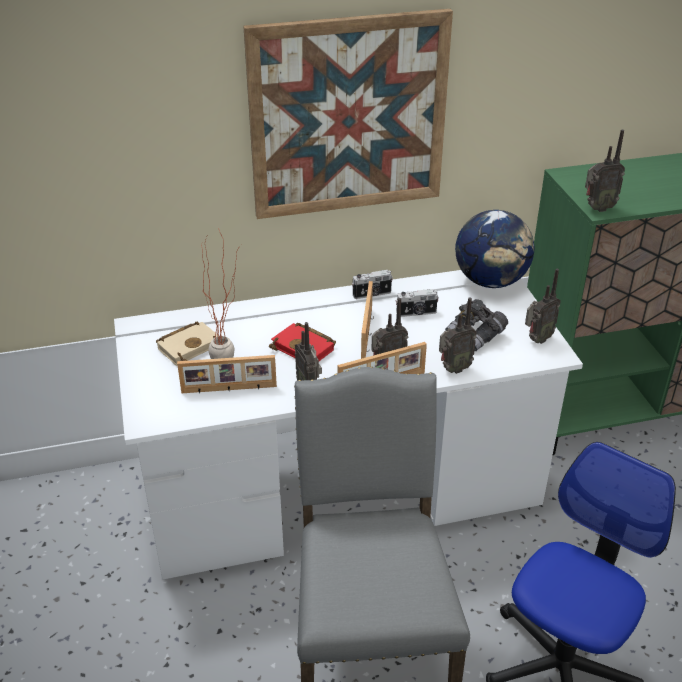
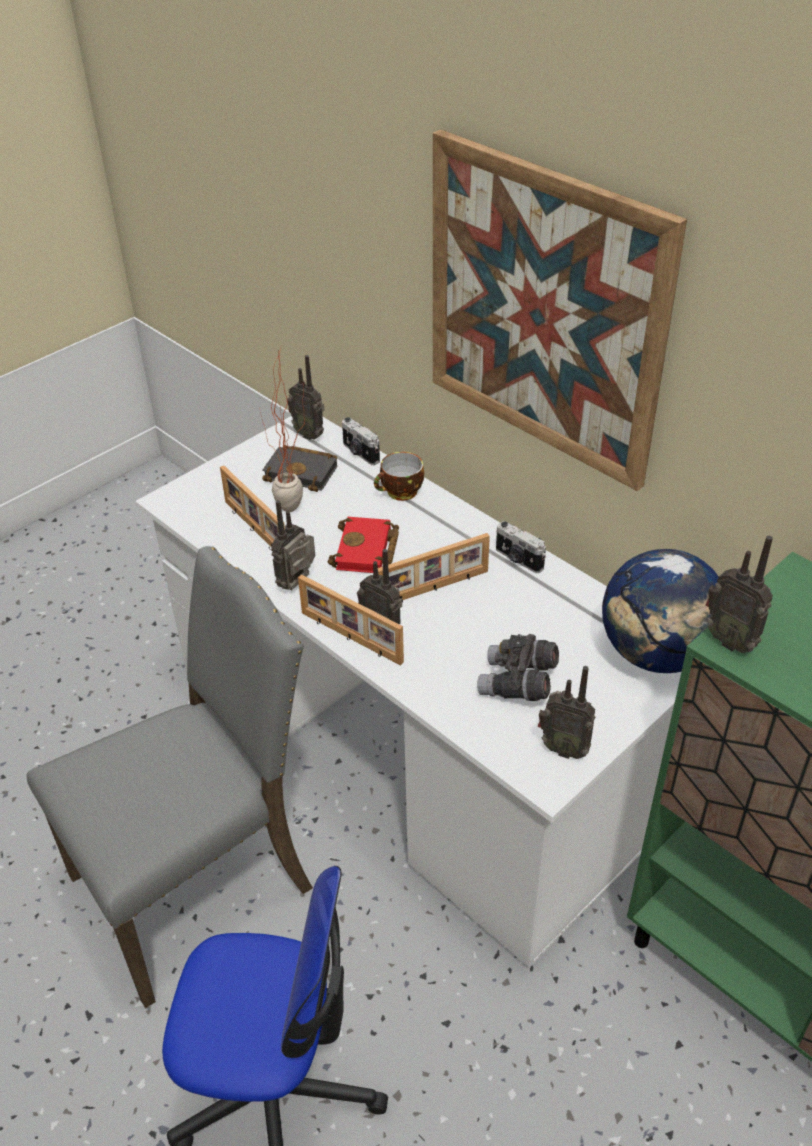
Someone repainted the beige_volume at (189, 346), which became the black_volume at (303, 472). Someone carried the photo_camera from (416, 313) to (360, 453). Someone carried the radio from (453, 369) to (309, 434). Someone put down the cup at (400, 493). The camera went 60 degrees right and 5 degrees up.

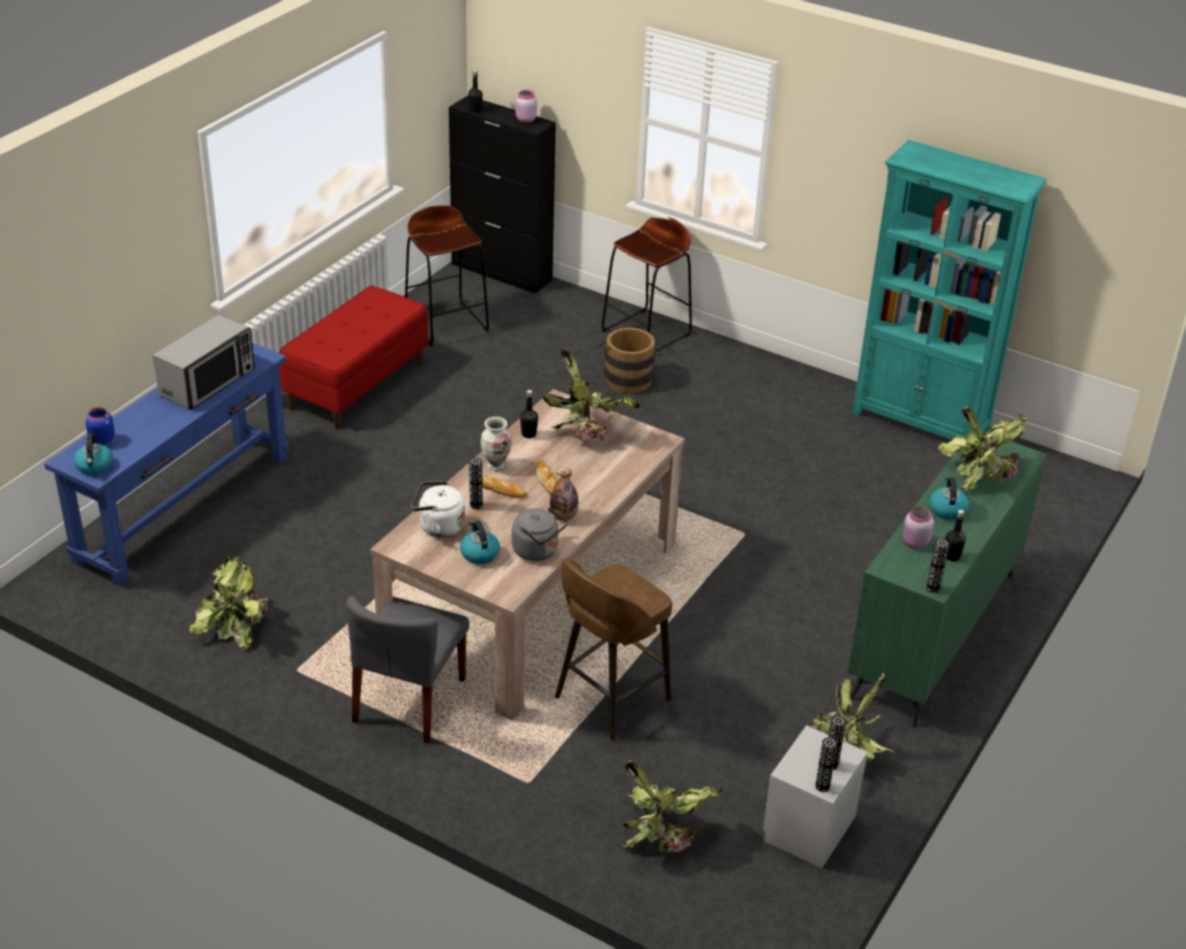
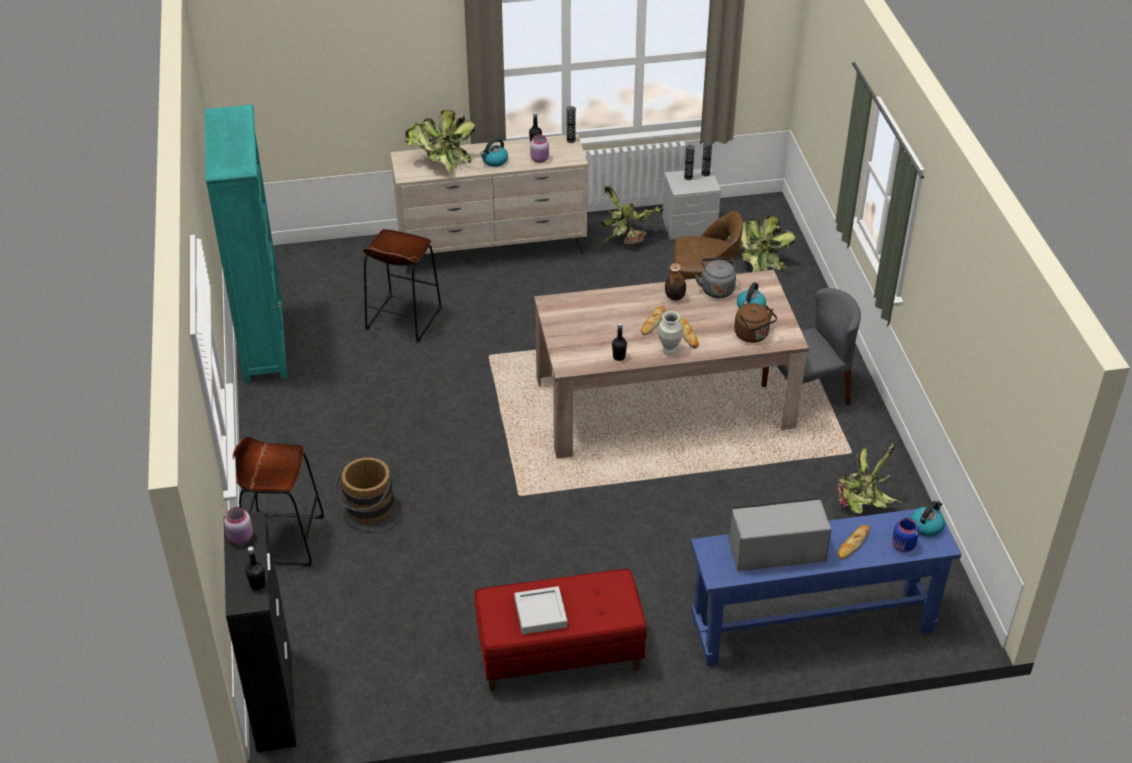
Someone carried the brown_stool from (446, 323) to (403, 319). Someone repainted the whitish_kettle at (438, 526), which became the brown_kettle at (753, 335). Someone took away the vase at (476, 505). Someone took away the plant_in_a_pot at (591, 433). Someone repainted the greenish_chest_of_drawers at (932, 635), which became the beige_chest_of_drawers at (493, 250). Someone put down the grey_carrying_tray at (540, 613). Someone put down the bread at (853, 544). The camera went 130 degrees left and 5 degrees up.

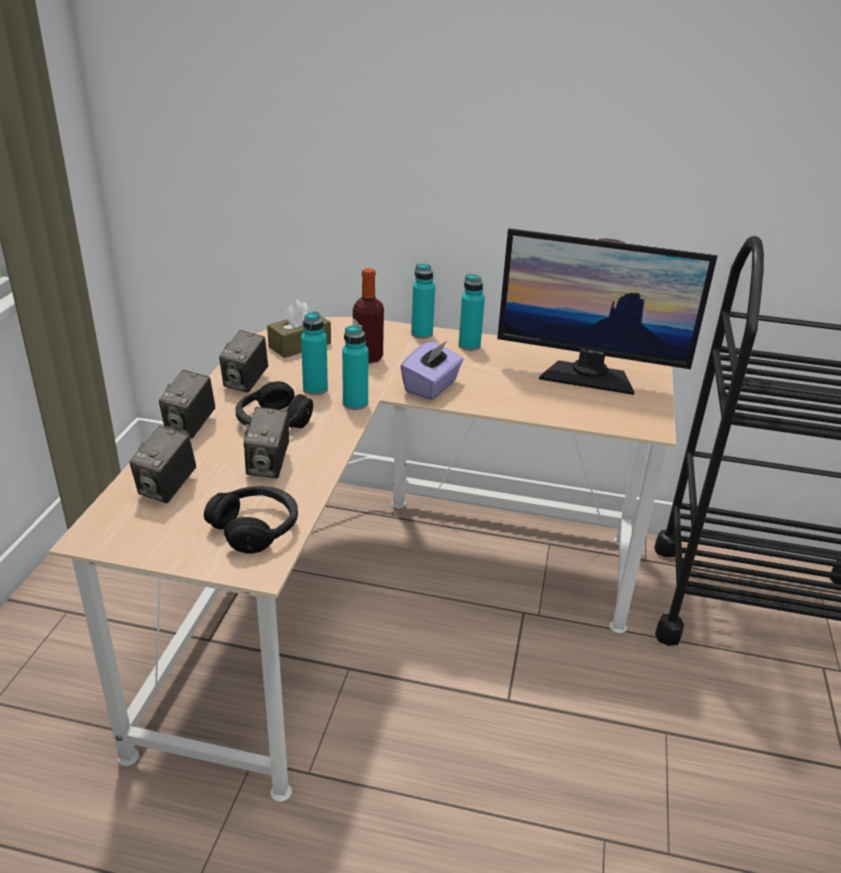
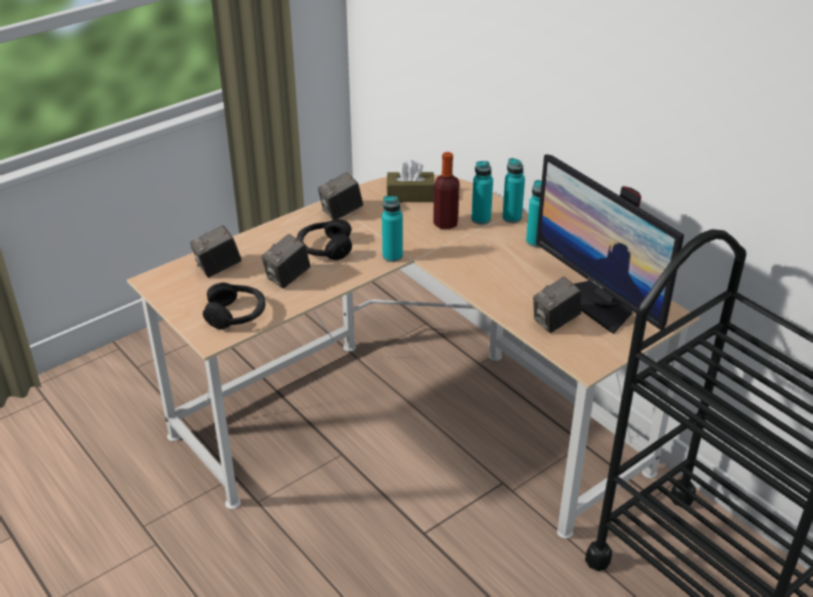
Someone carried the photo_camera from (190, 426) to (555, 322). Someone carried the turquoise-coloured_bottle from (315, 389) to (481, 219). Someone took away the purplish_tissue_holder at (431, 387). The camera went 40 degrees right and 5 degrees up.

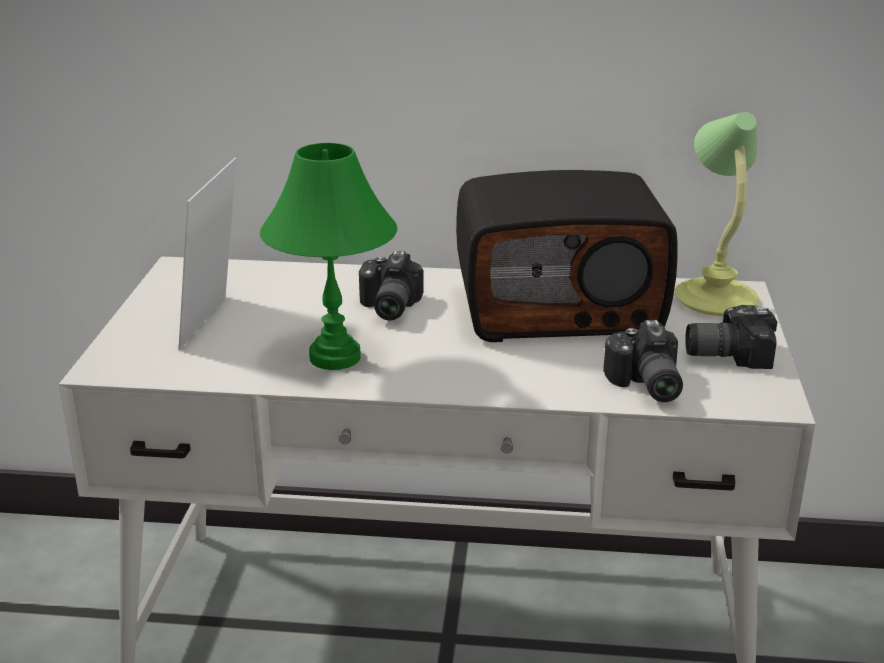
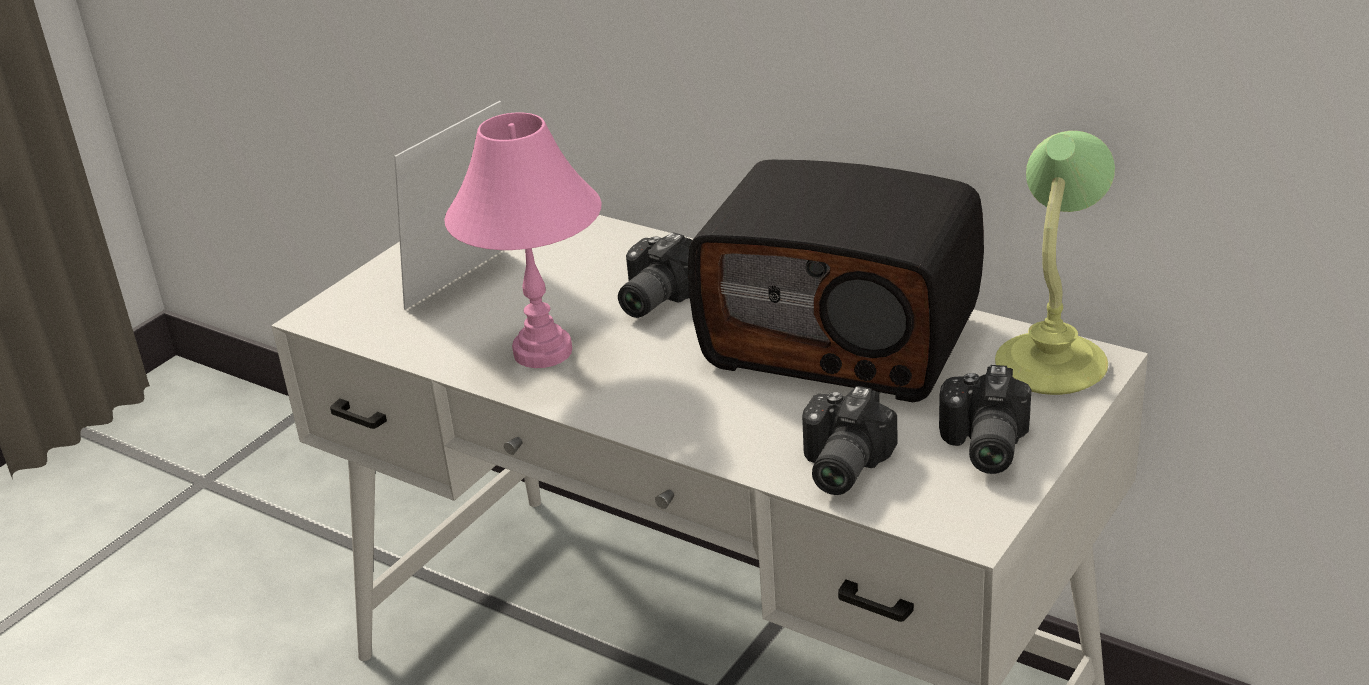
Someone repainted the greenish_tabletop_lamp at (335, 356), which became the pinkish_tabletop_lamp at (543, 351). Someone rotated the photo_camera at (725, 353) by 105 degrees counterclockwise. The camera went 30 degrees right and 5 degrees up.

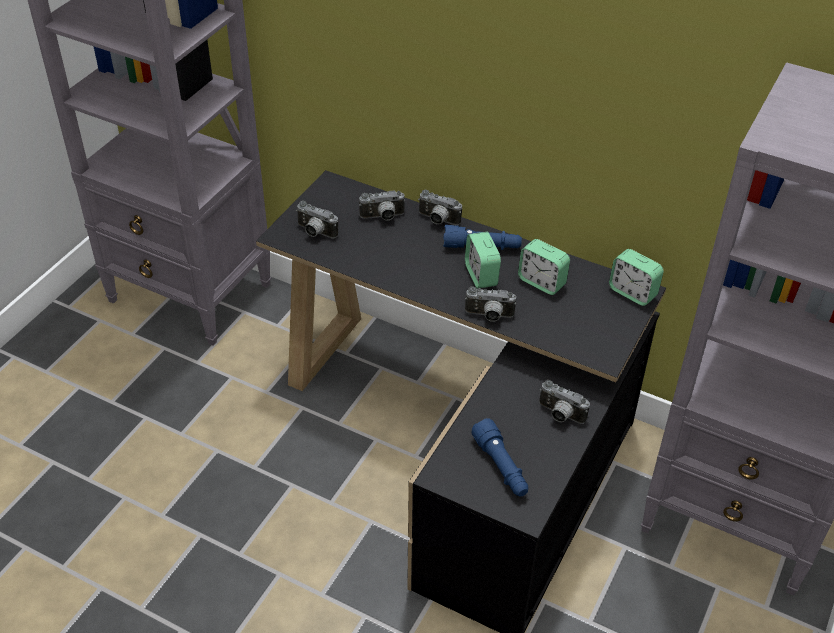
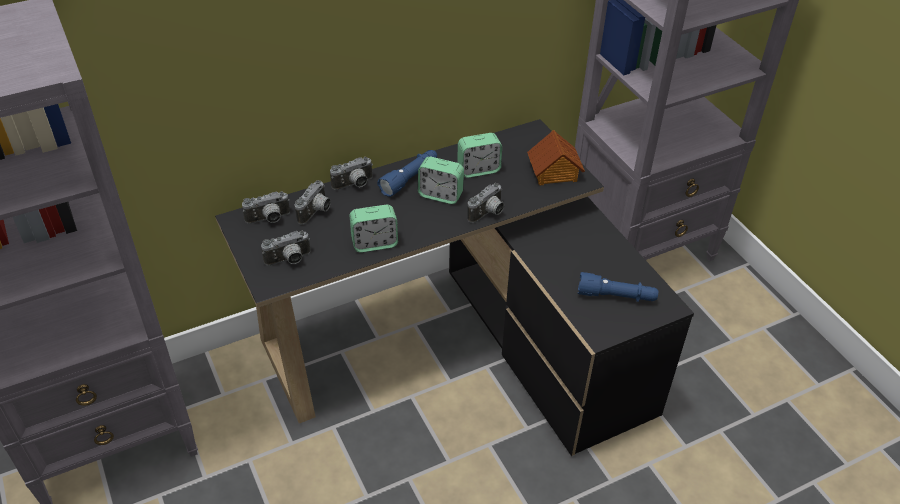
Someone carried the photo_camera from (559, 415) to (269, 220). Someone carried the table_clock from (632, 292) to (374, 243). Someone put down the model_house at (554, 172). The camera went 55 degrees left and 0 degrees up.

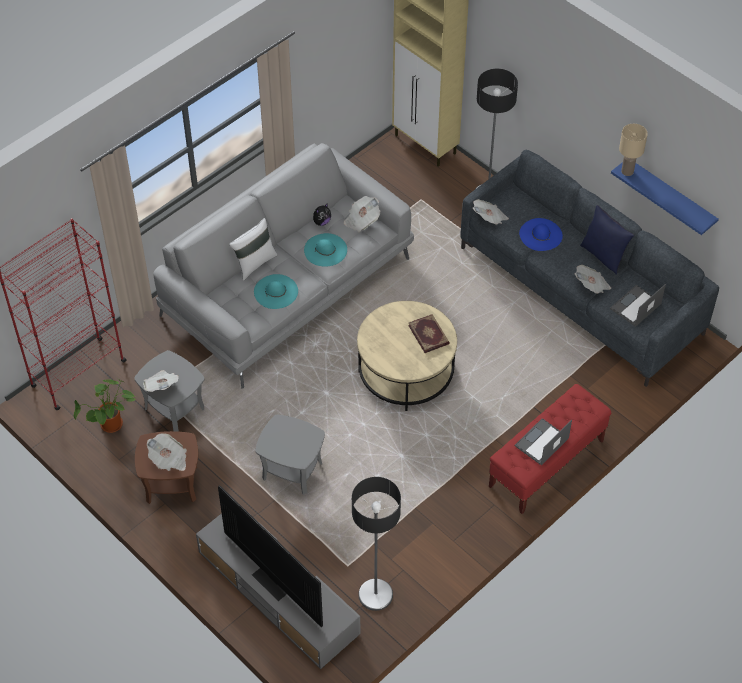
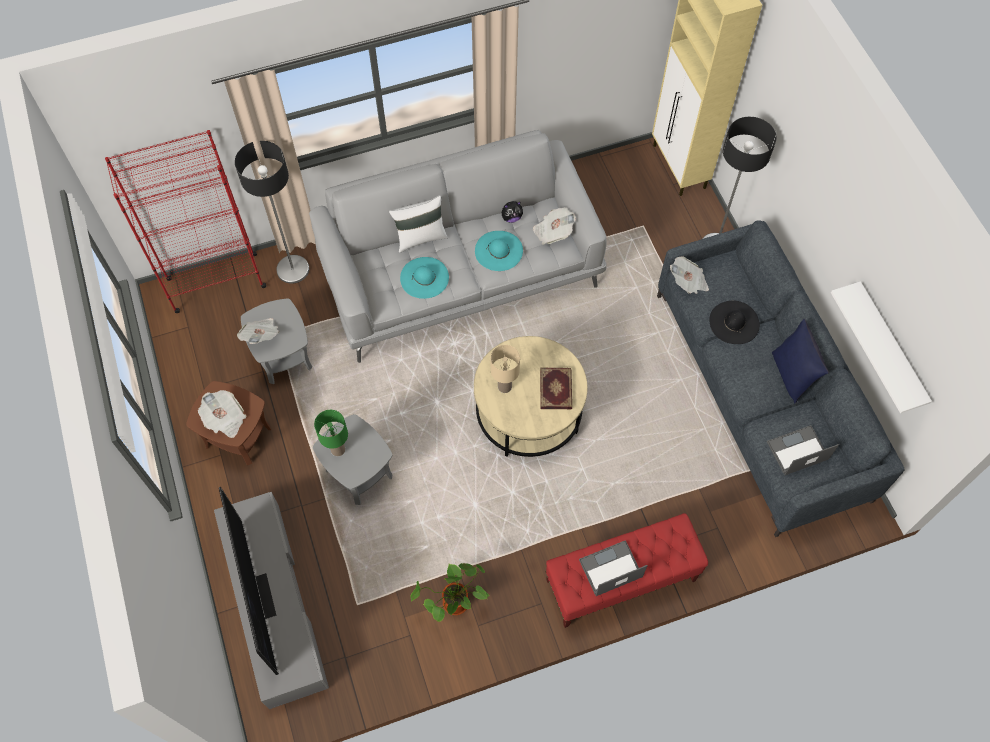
Someone carried the plant_in_a_pot from (111, 427) to (454, 605). Someone carried the standard_lamp from (375, 595) to (292, 269). Someone repainted the blue-coloured_clothing_hat at (540, 235), which became the black_clothing_hat at (734, 322). Someone took away the newspaper at (591, 286). Someone repainted the blue-coloured_wall_shelf at (670, 197), which became the whitish_wall_shelf at (889, 348). Someone carried the beige_tabletop_lamp from (627, 172) to (504, 387). Someone put down the greenish_tabletop_lamp at (337, 450). The camera went 25 degrees right and 10 degrees up.

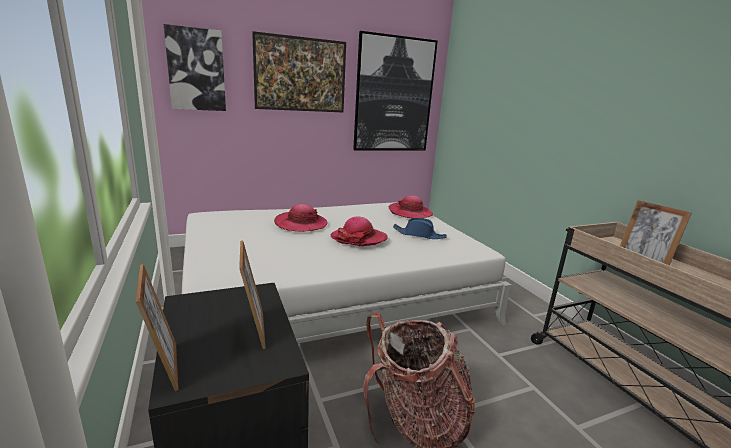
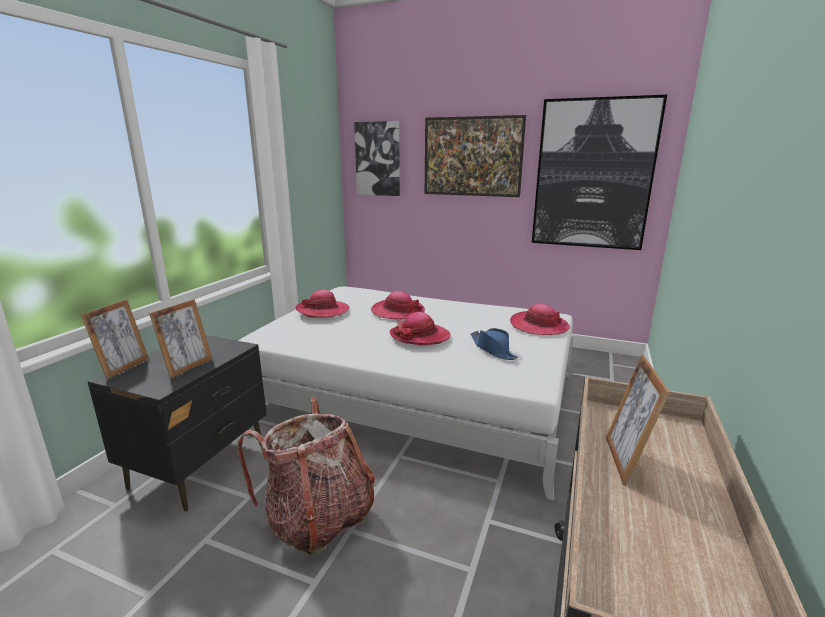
Someone put down the clothing_hat at (322, 310). The camera went 45 degrees right and 0 degrees up.

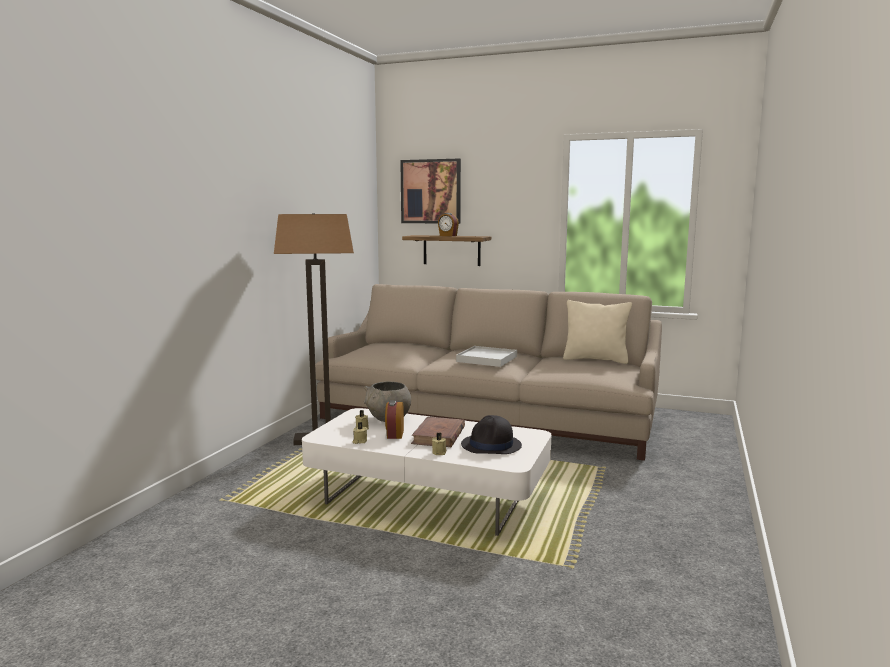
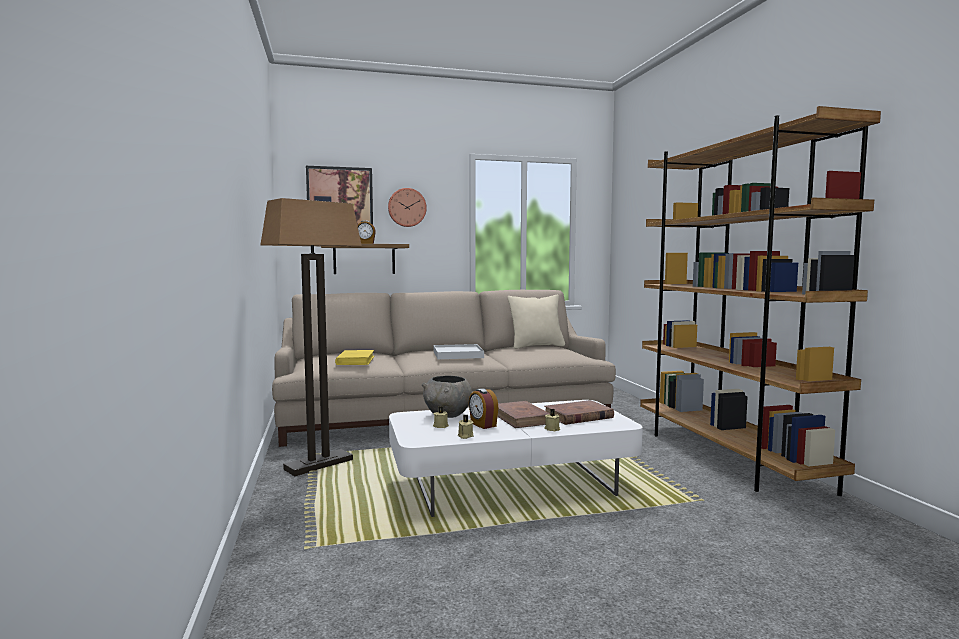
Someone swapped the black_clothing_hat at (491, 446) for the brown_volume at (577, 416). Someone put down the yellow-coloured_volume at (355, 360). Someone put up the clock_on_the_wall at (407, 207). Someone put down the brown_shelving_unit at (727, 457). The camera went 35 degrees left and 5 degrees down.

